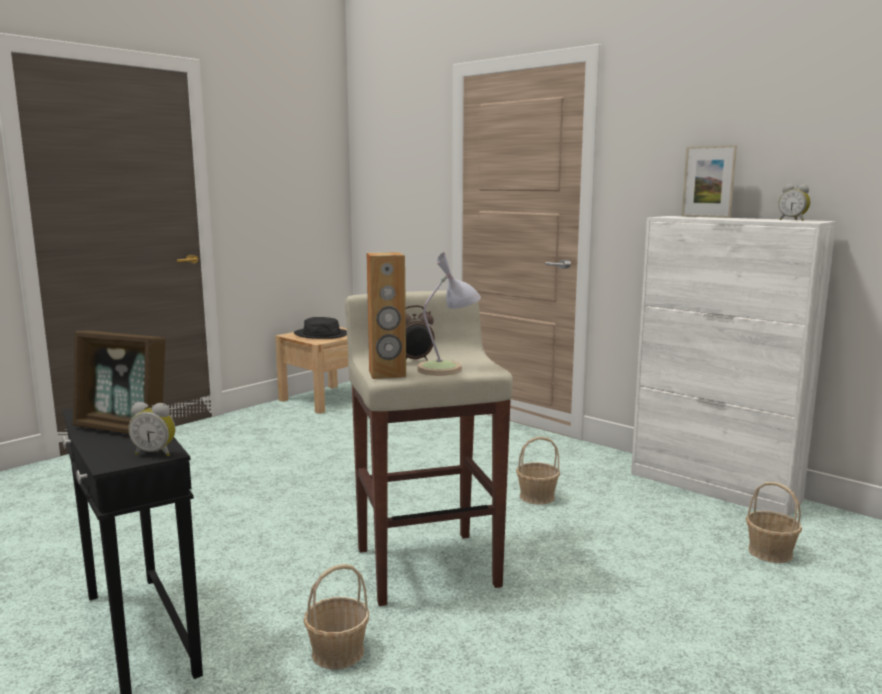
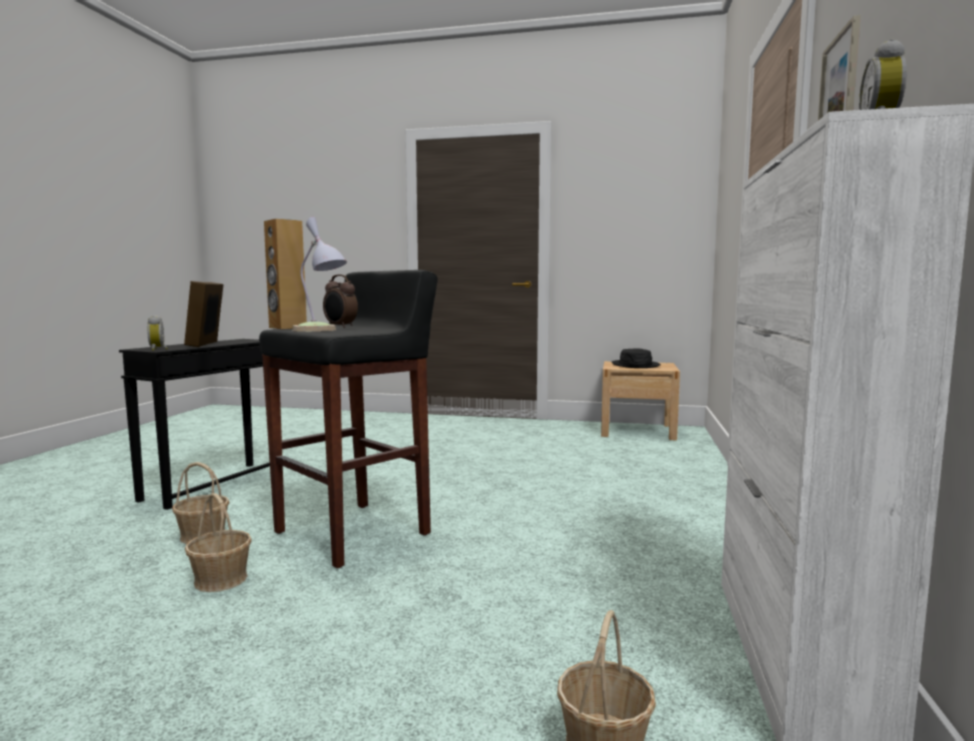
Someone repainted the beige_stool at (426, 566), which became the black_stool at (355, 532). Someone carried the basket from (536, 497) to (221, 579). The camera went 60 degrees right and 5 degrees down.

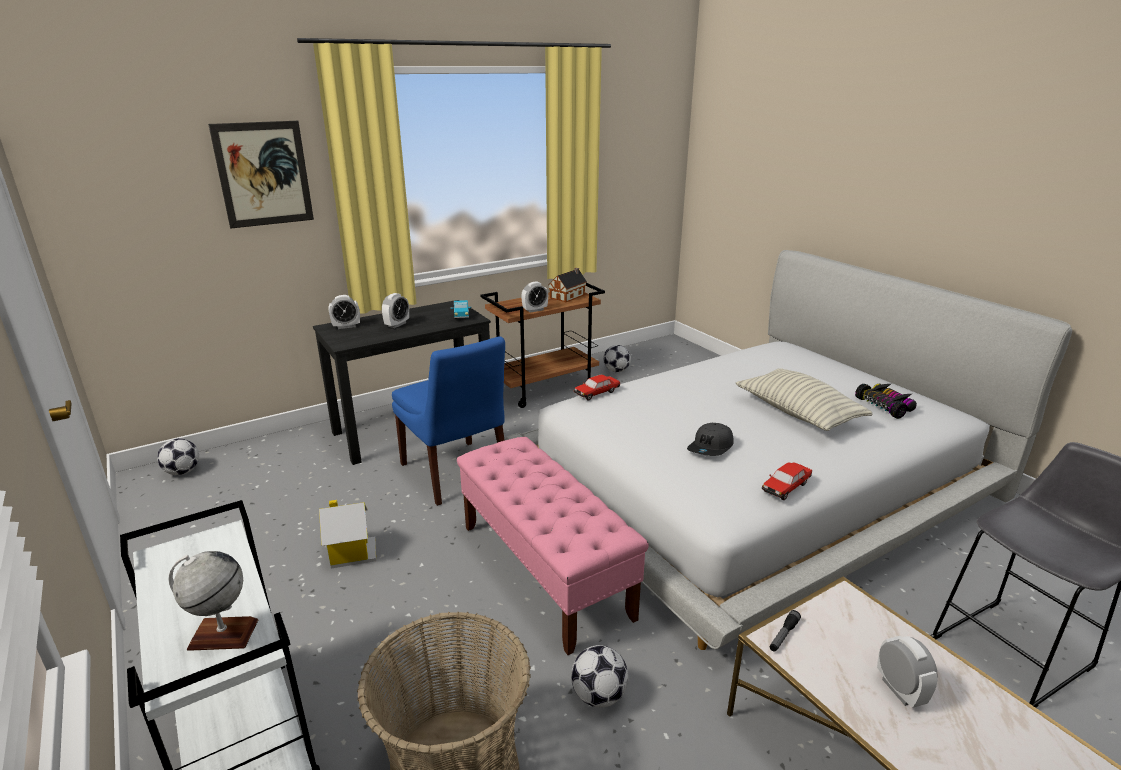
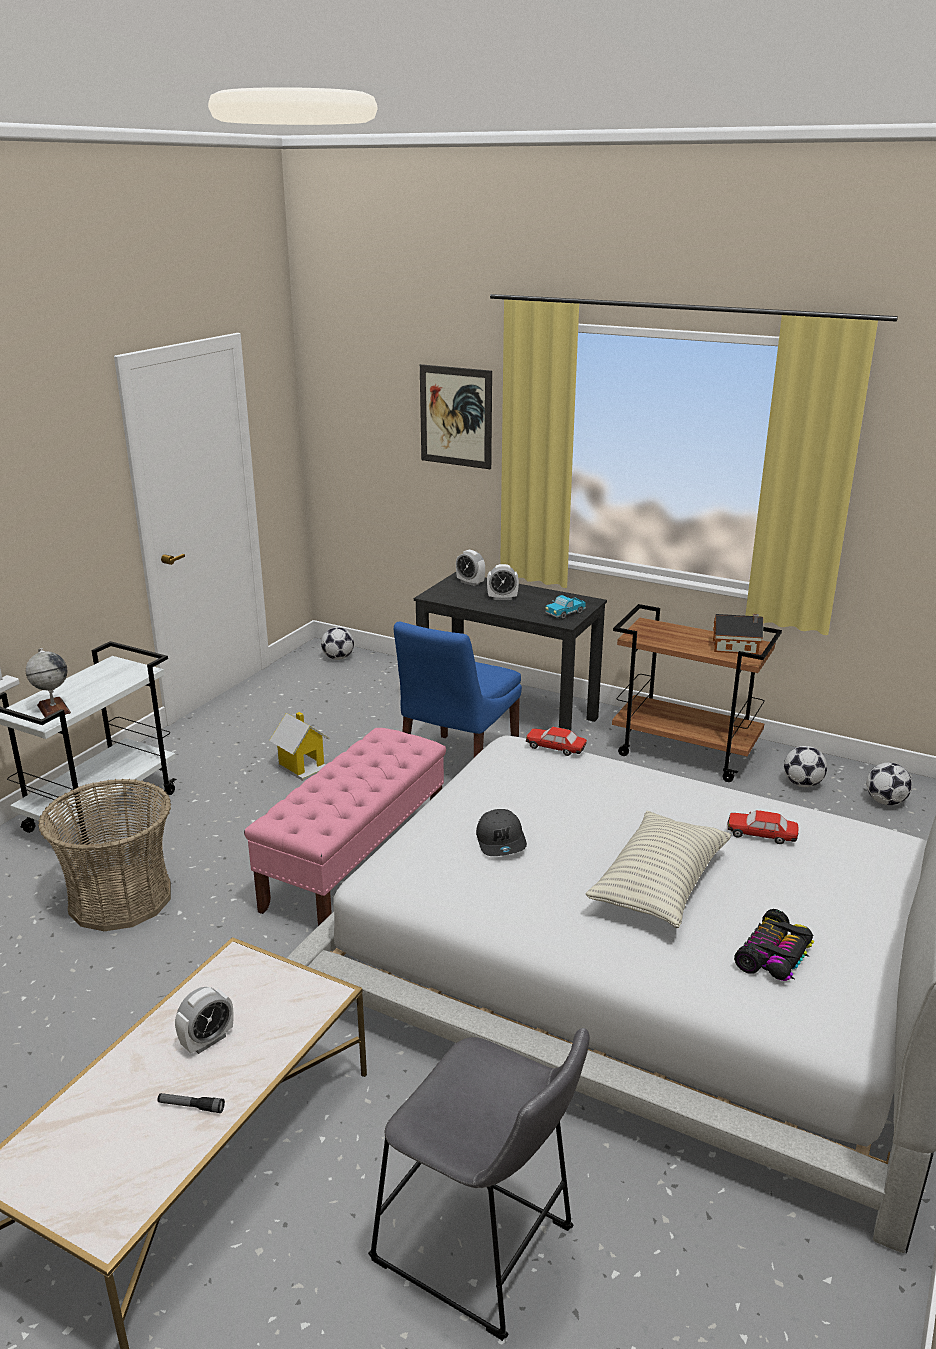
Someone took away the table_clock at (535, 310). Someone carried the football from (598, 695) to (885, 801). Someone rotated the grey_baseball_cap at (711, 448) by 105 degrees counterclockwise. Someone carried the model_car from (786, 487) to (761, 835). Someone carried the flashlight from (783, 635) to (191, 1106). The camera went 60 degrees right and 0 degrees up.

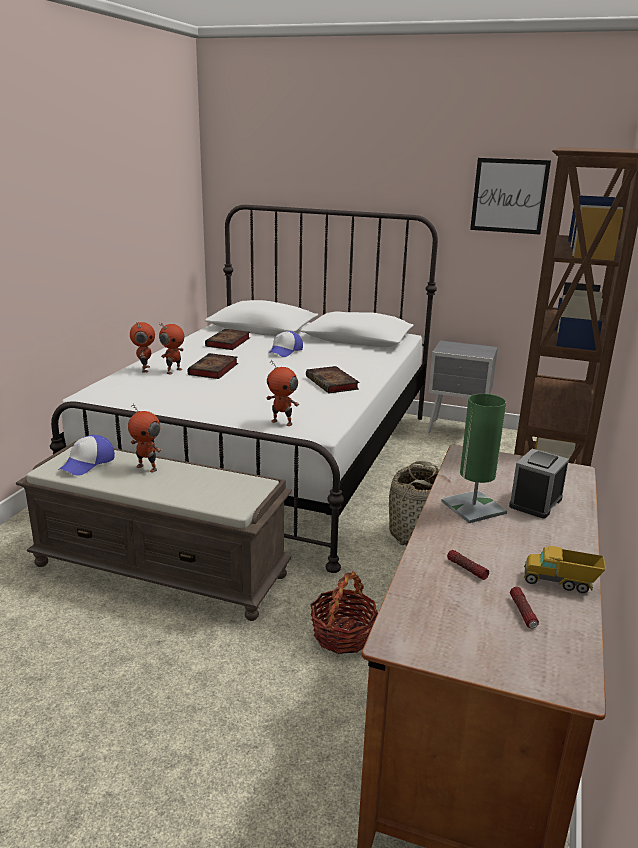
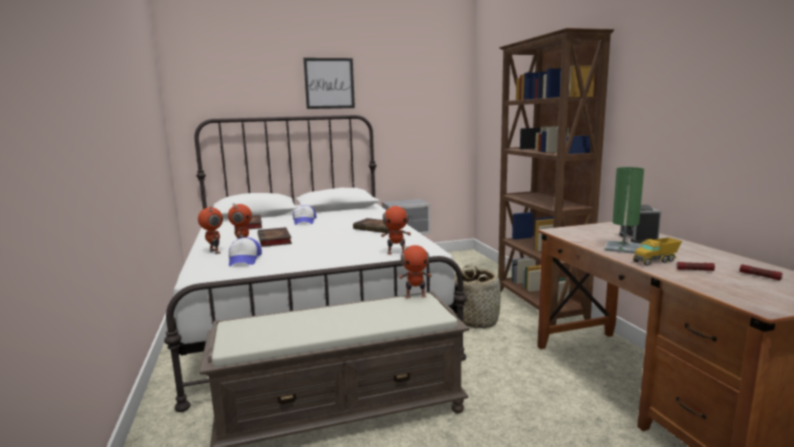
Someone carried the baseball_cap from (88, 463) to (244, 260). Someone carried the toy_robot from (147, 468) to (415, 296). Someone took away the basket at (343, 635). Someone carried the wall_art from (509, 196) to (329, 83). Someone carried the toy_truck from (560, 583) to (655, 261). The camera went 35 degrees left and 10 degrees down.

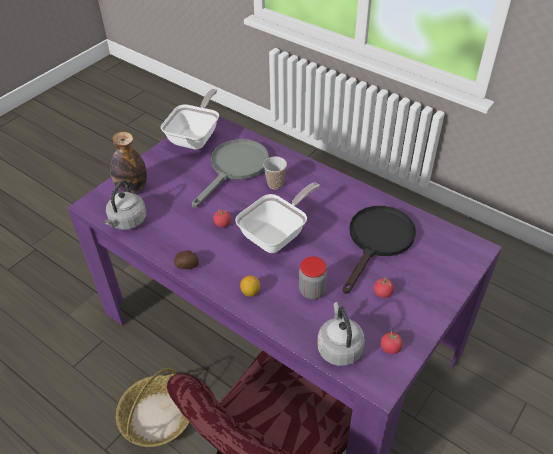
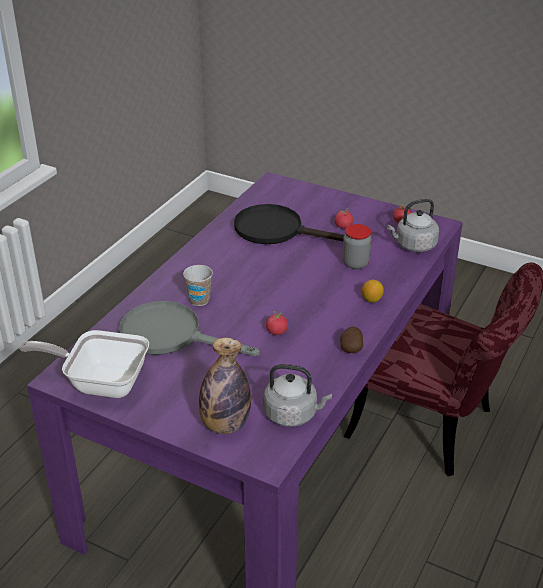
Someone took away the basket at (157, 417). Someone took away the pan at (277, 235). The camera went 100 degrees left and 10 degrees down.

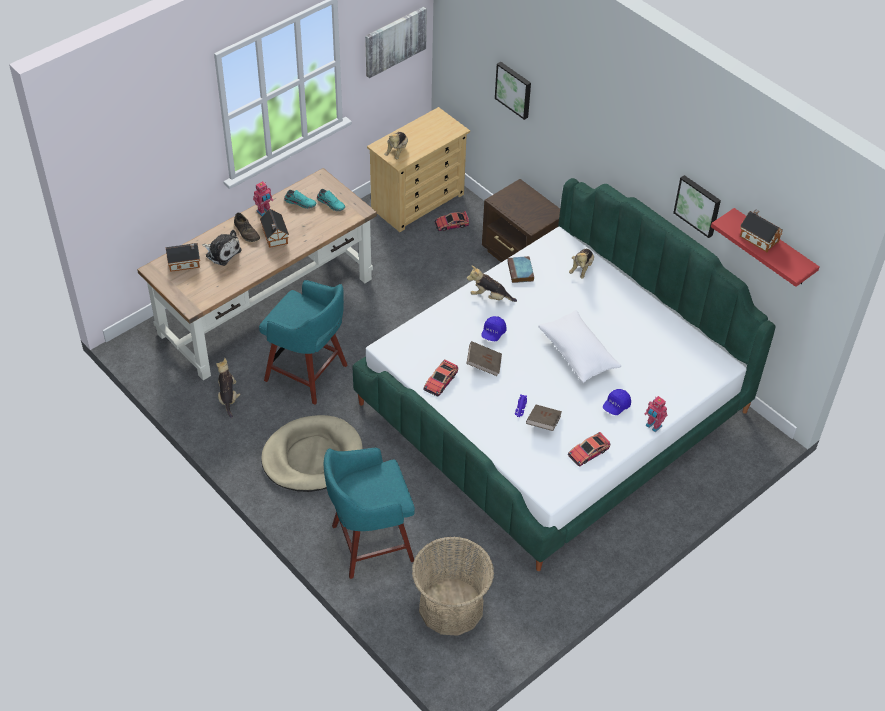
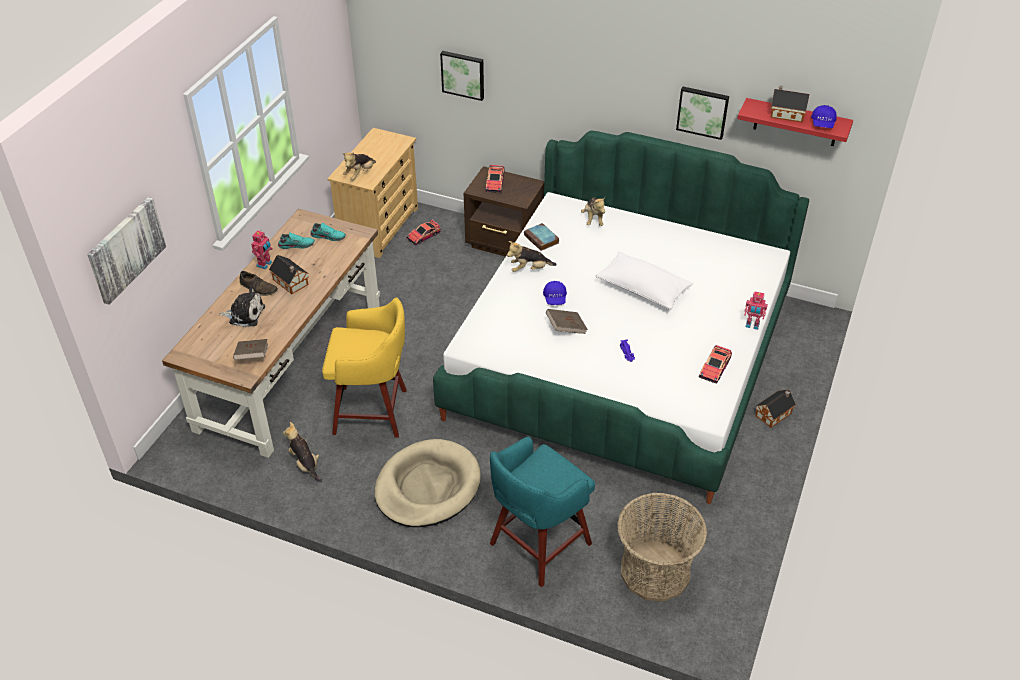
Someone carried the model_house from (185, 262) to (774, 414). Someone repainted the turquoise-coloured_stool at (308, 374), which became the yellow-coloured_stool at (373, 412). Someone carried the wall_art from (394, 41) to (126, 249). Someone rotated the plush_toy at (397, 151) by 45 degrees clockwise. Someone carried the model_car from (440, 381) to (495, 183). Someone carried the brown_volume from (543, 423) to (252, 356). Someone carried the blue-coloured_baseball_cap from (616, 406) to (822, 124). The camera went 25 degrees left and 5 degrees down.

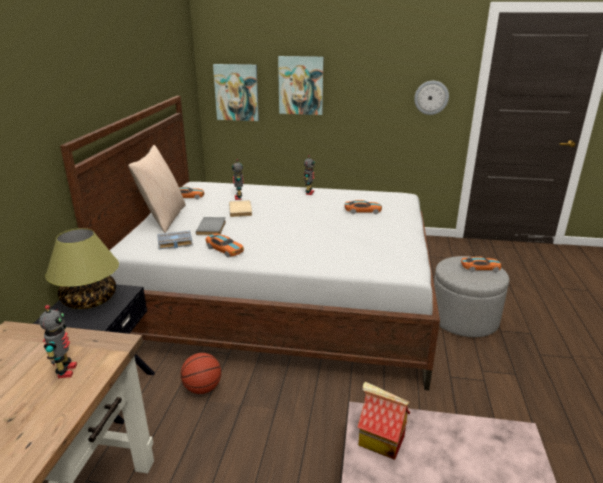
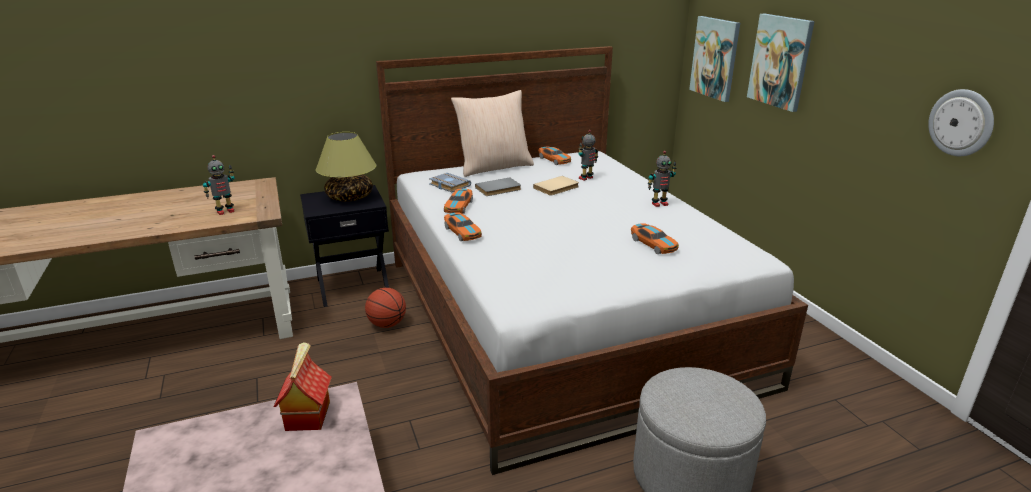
Someone carried the model_car from (480, 268) to (462, 232). The camera went 60 degrees right and 0 degrees up.

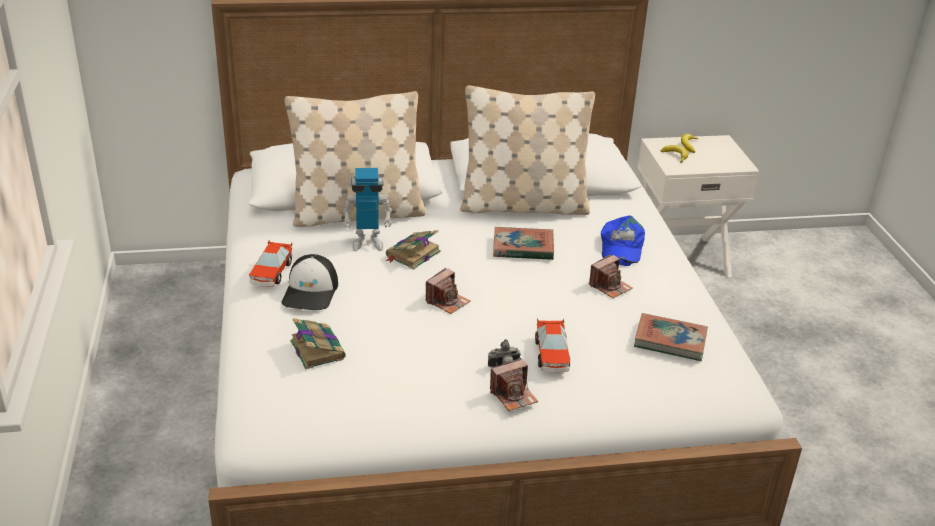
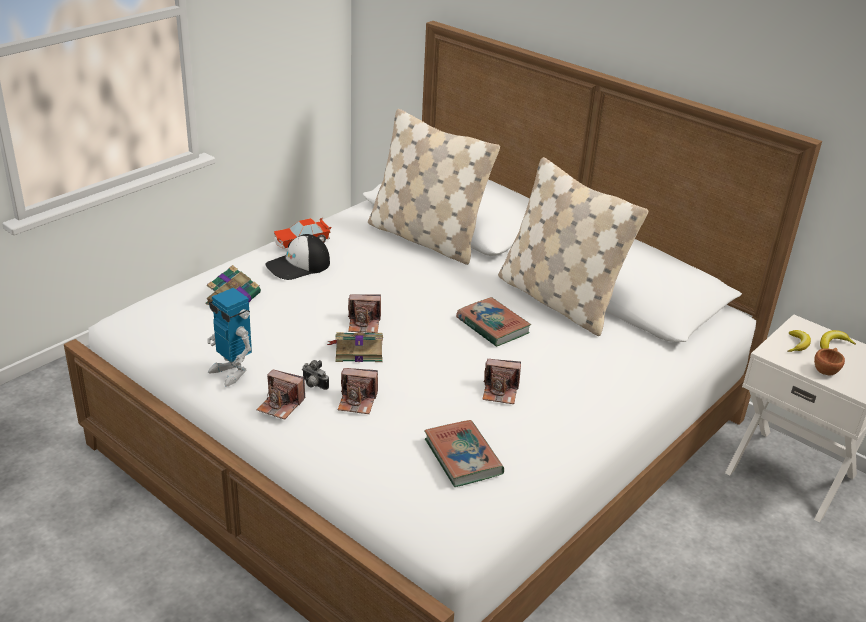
Someone carried the toy_robot from (367, 242) to (231, 372). Someone carried the volume from (412, 255) to (357, 350). Someone swapped the model_car at (551, 355) for the photo_camera at (357, 401). Someone took away the blue-coloured_baseball_cap at (620, 246). Someone put down the brown_cup at (826, 369). The camera went 50 degrees right and 0 degrees up.

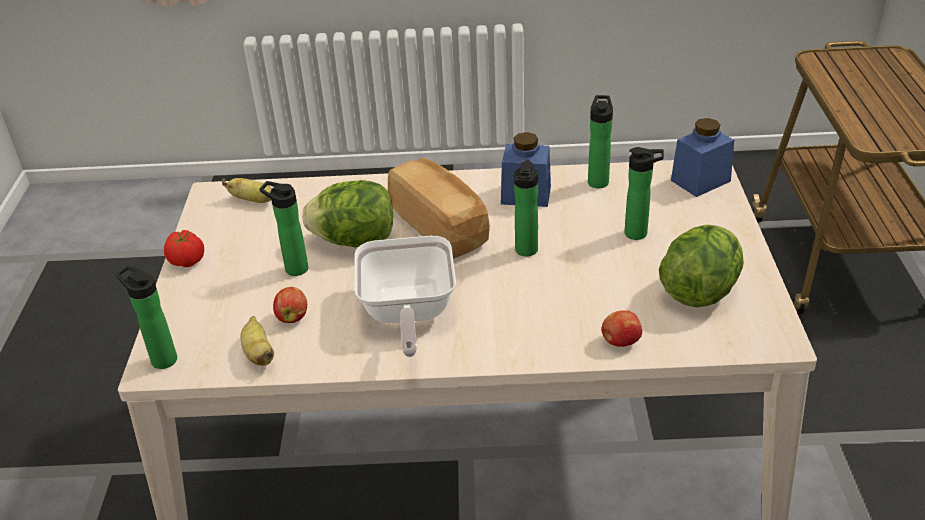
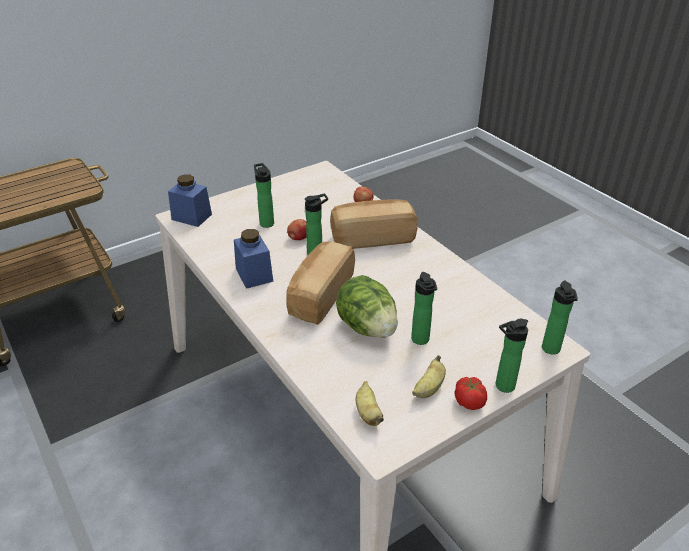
Someone carried the banana_fruit from (259, 354) to (428, 389). Someone carried the apple_fruit from (292, 317) to (298, 238). Someone took away the pan at (407, 315). Someone carried the bottle from (598, 181) to (502, 386). Someone took away the lettuce_head at (699, 291). Someone put down the bread at (372, 237). The camera went 125 degrees left and 0 degrees up.

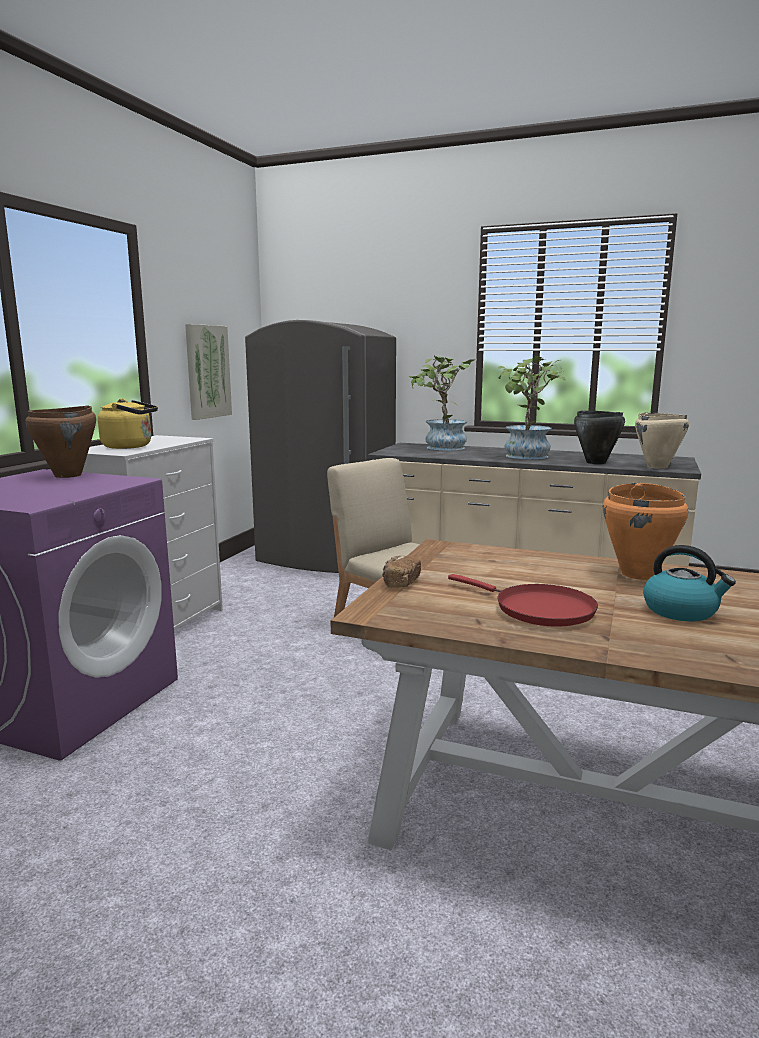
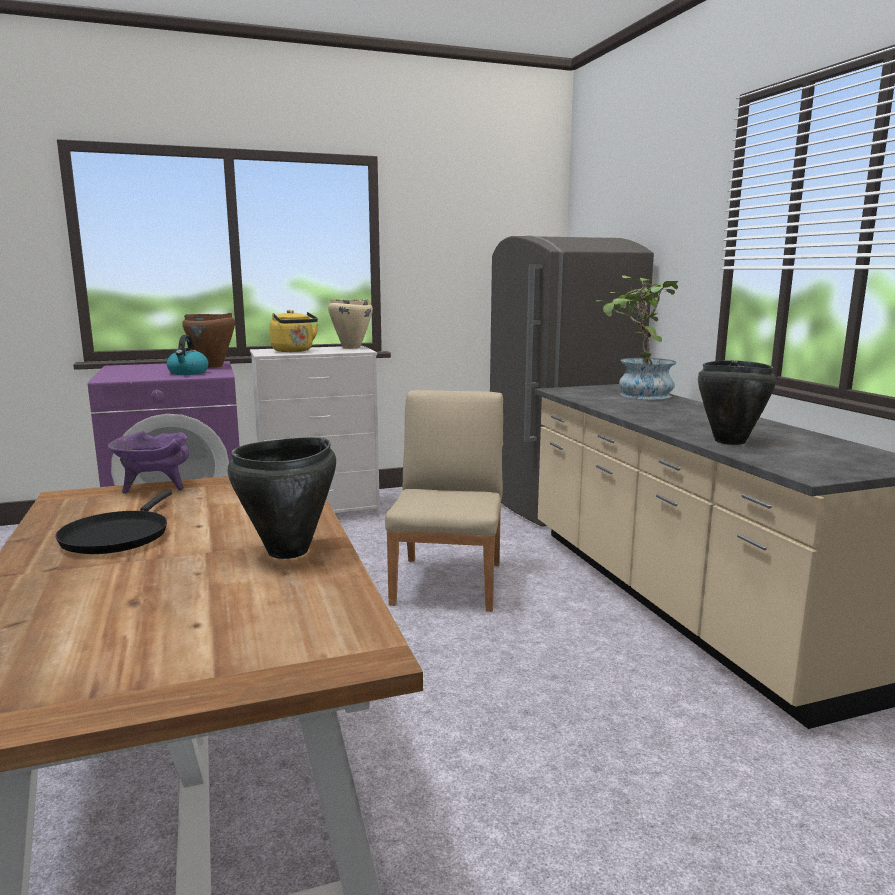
Someone took away the wall_art at (207, 371). Someone swapped the bread at (400, 583) for the purplish_stockpot at (154, 488). Someone repainted the red-coloured_pan at (538, 609), which became the black_pan at (117, 535). Someone took away the plant_in_a_pot at (526, 457). Someone repainted the orange_stockpot at (638, 574), which became the black_stockpot at (289, 551). Someone carried the beige_stockpot from (657, 467) to (351, 348). Someone carried the kettle from (681, 611) to (188, 373). The camera went 50 degrees right and 0 degrees up.

